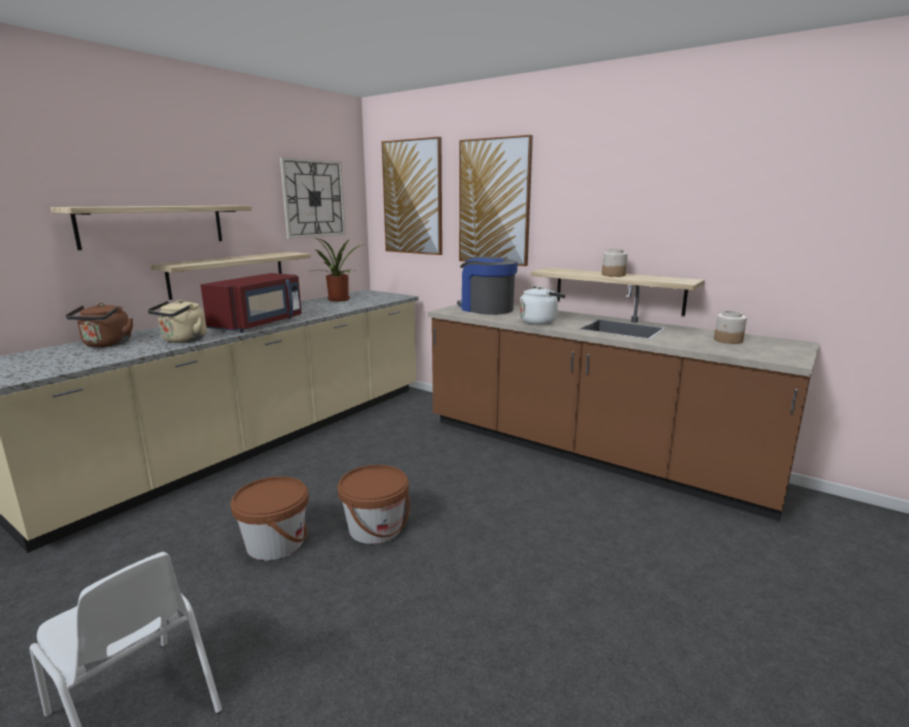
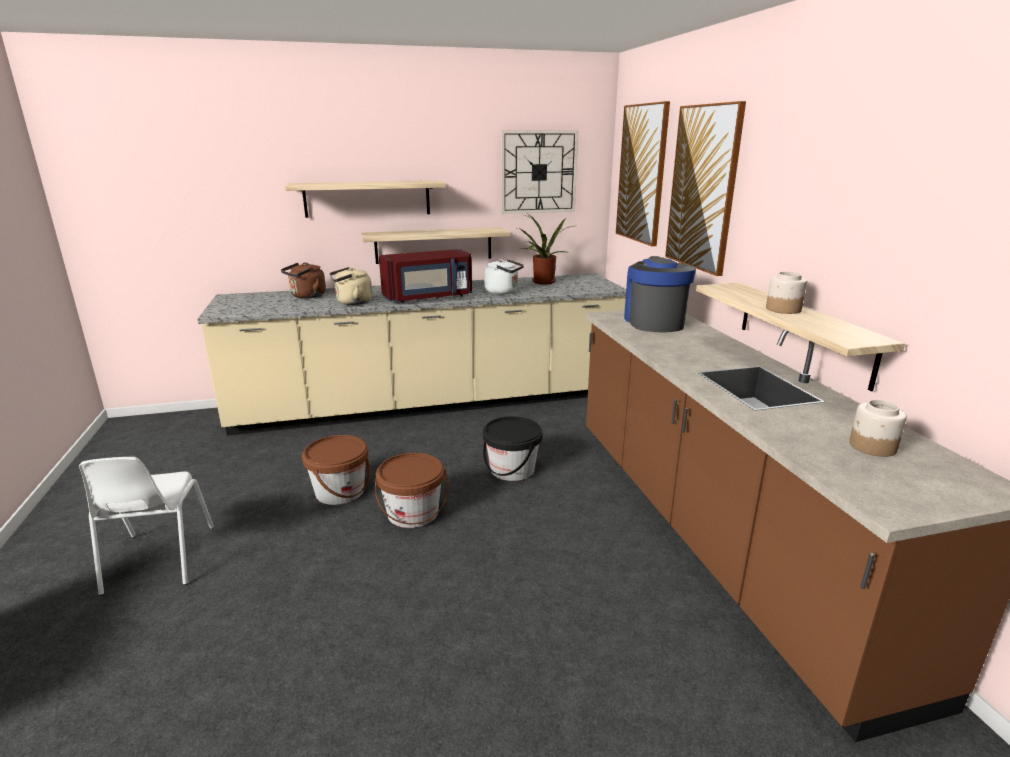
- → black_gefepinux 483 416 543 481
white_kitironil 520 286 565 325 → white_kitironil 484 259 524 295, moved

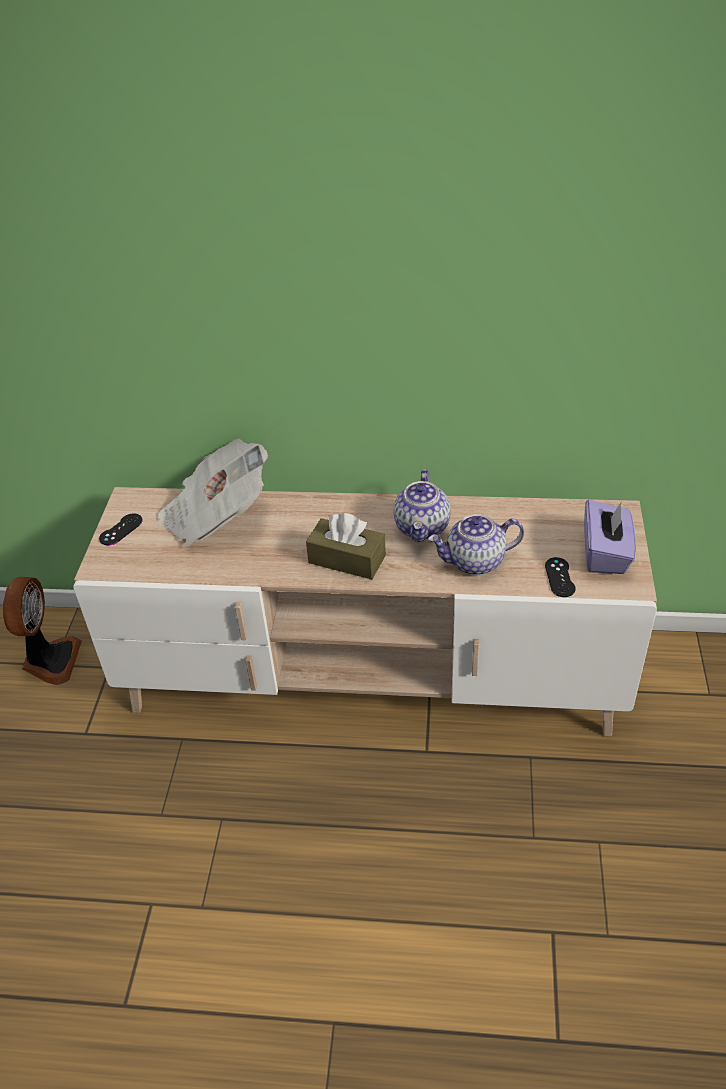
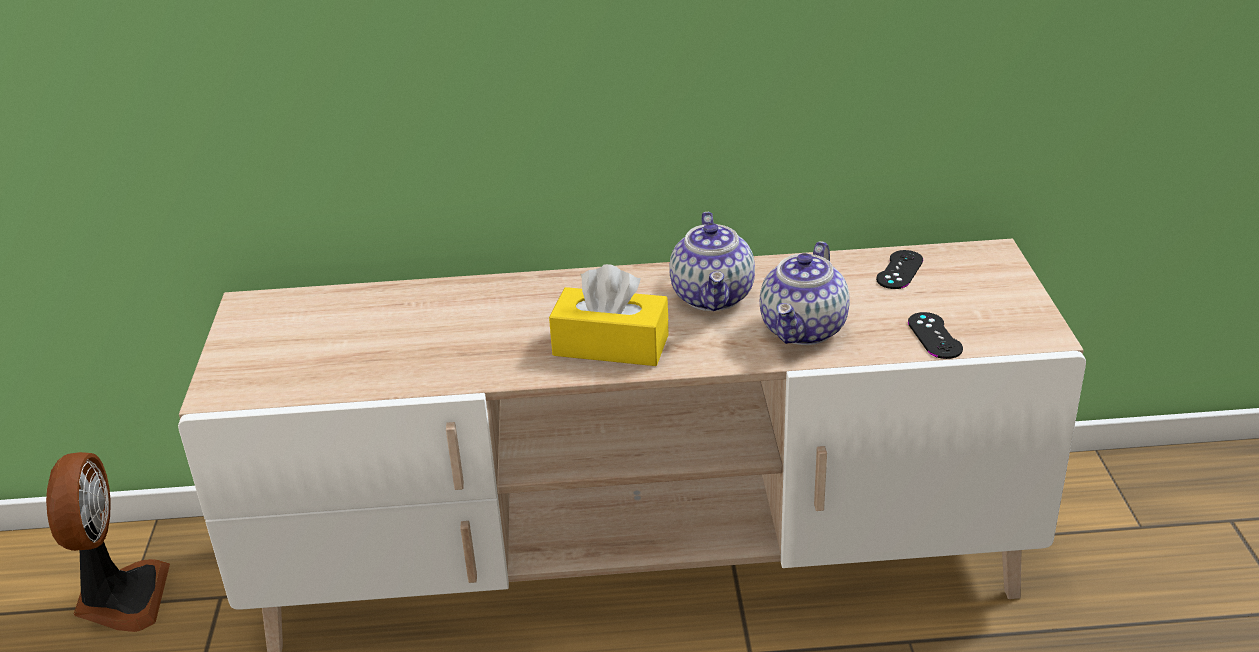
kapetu 157 439 268 547 → -
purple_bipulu 584 500 636 574 → -
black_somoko 99 513 143 545 → black_somoko 876 250 923 289, moved
brown_bipulu 306 513 386 579 → yellow_bipulu 549 264 669 366
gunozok 428 514 524 575 → gunozok 760 241 850 345, 45 degrees counterclockwise

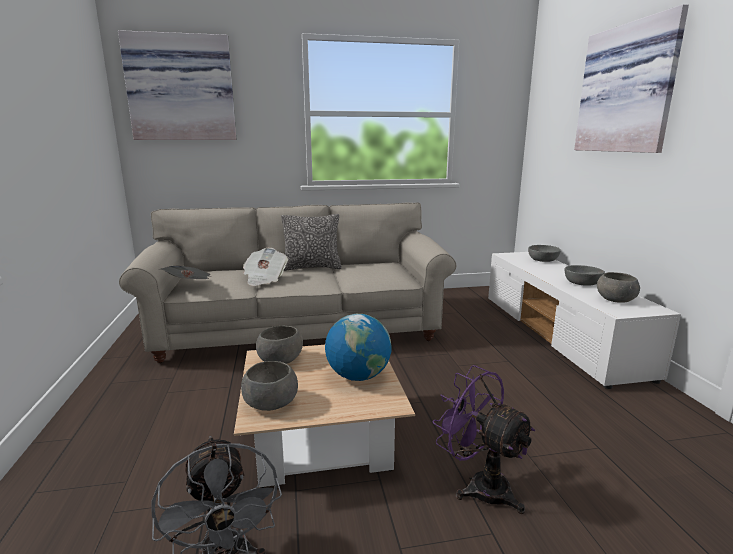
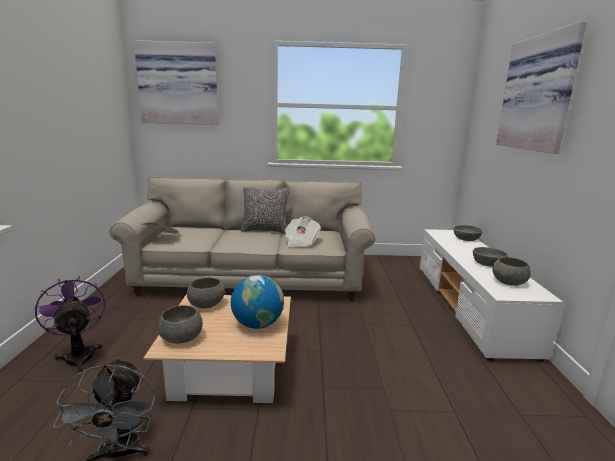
kapetu 243 248 288 286 → kapetu 285 216 321 247, moved
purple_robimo 432 365 535 514 → purple_robimo 35 276 105 372, moved

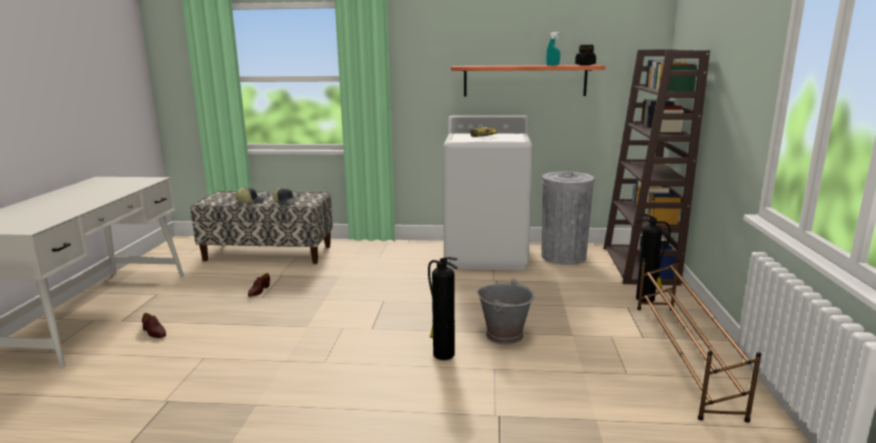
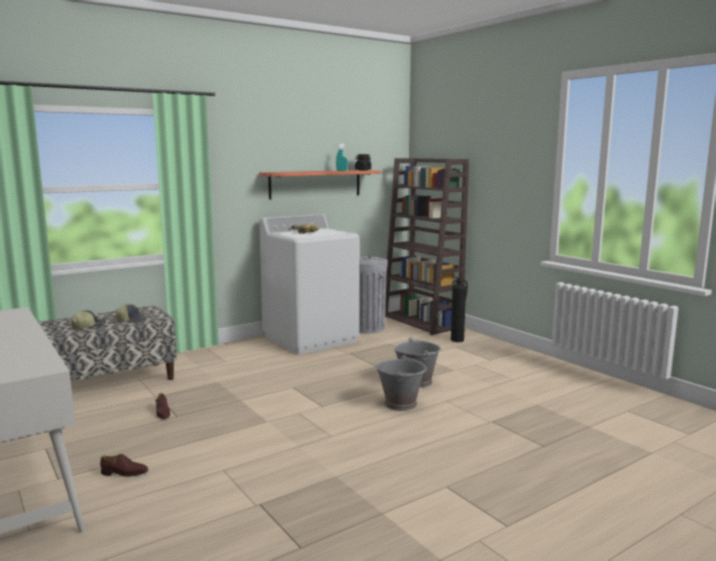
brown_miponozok 637 259 761 423 → -
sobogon 428 257 458 360 → grey_gefepinux 375 354 426 411

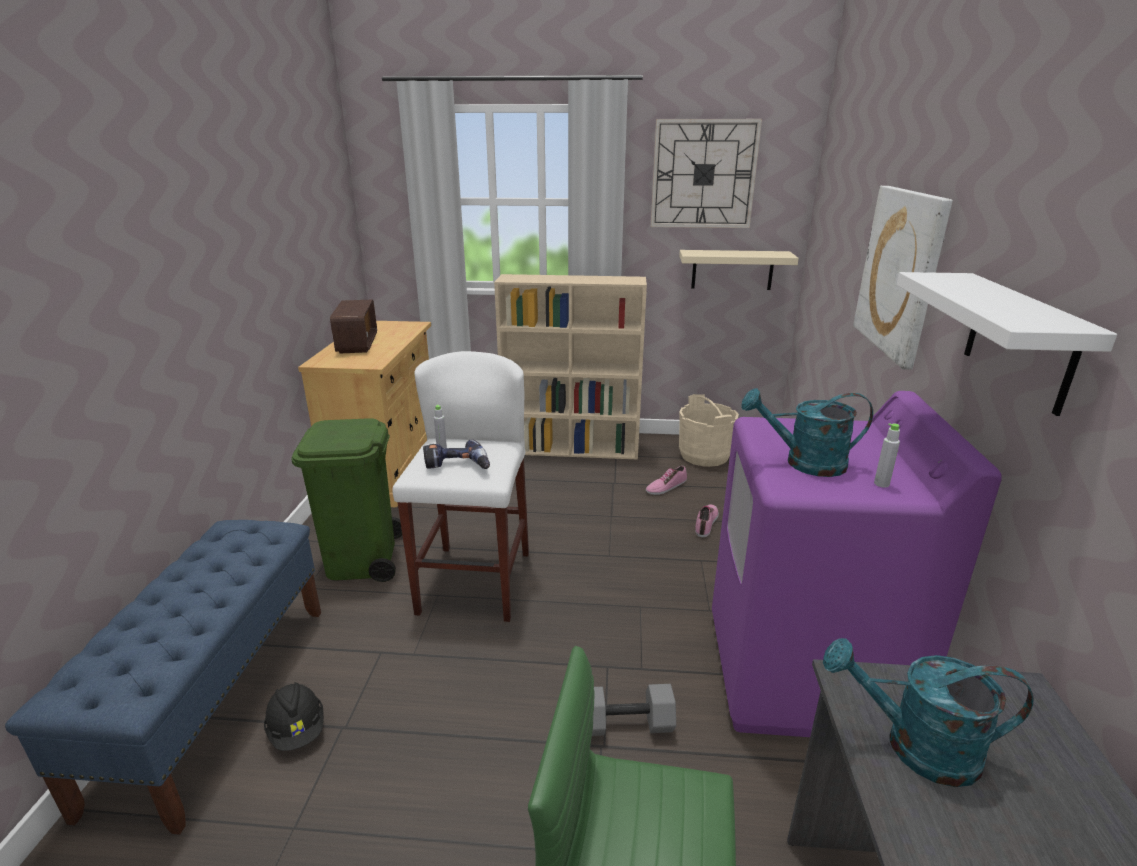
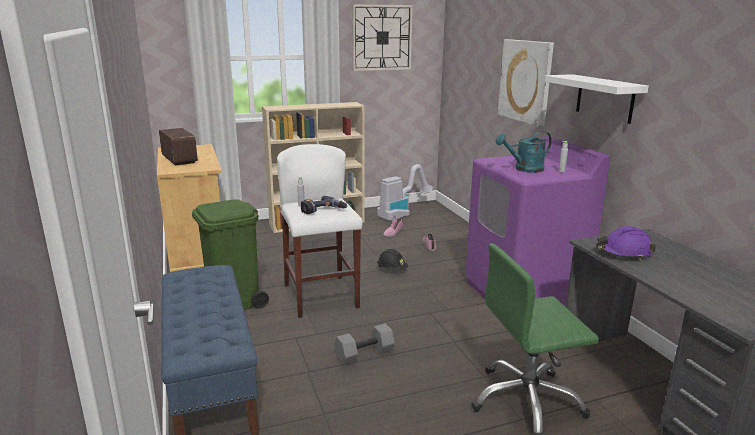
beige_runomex 679 250 799 290 → -
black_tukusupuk 264 682 324 751 → black_tukusupuk 377 249 408 271, moved
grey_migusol 592 684 676 736 → grey_migusol 334 323 395 365, moved
beige_gefepinux 679 394 739 467 → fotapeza 377 164 433 222
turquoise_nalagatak 823 638 1034 787 → purple_tukusupuk 596 226 656 260

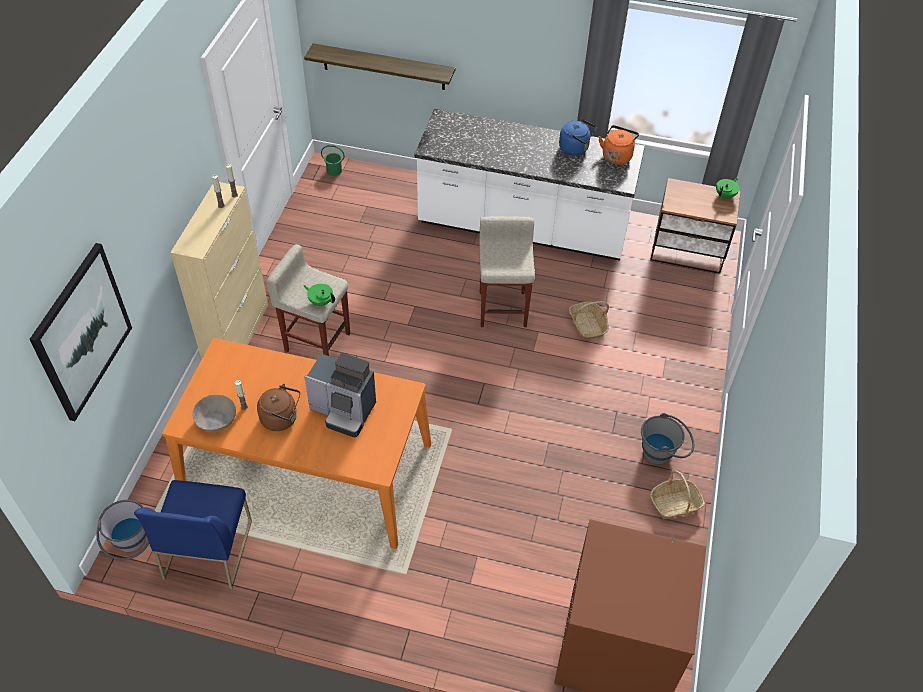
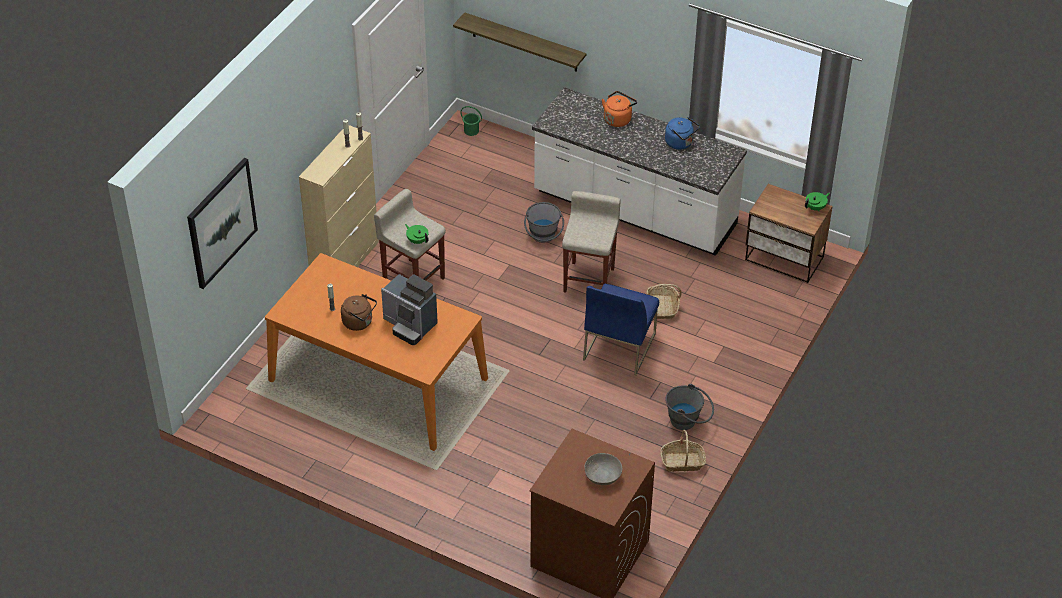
grey_gefepinux 96 500 149 560 → grey_gefepinux 524 202 564 243, moved
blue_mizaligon 134 480 252 589 → blue_mizaligon 583 284 659 375, moved
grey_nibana 192 395 236 432 → grey_nibana 585 453 622 485, moved
orange_kitironil 599 125 639 165 → orange_kitironil 602 91 637 127, moved

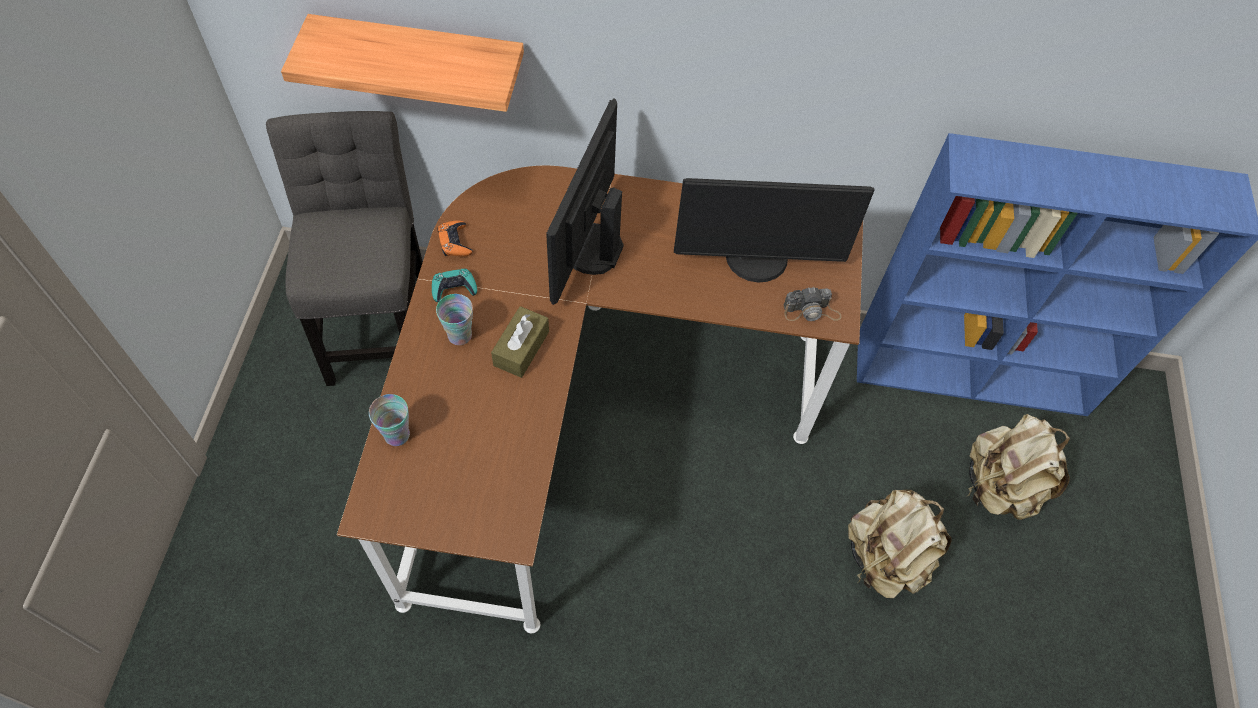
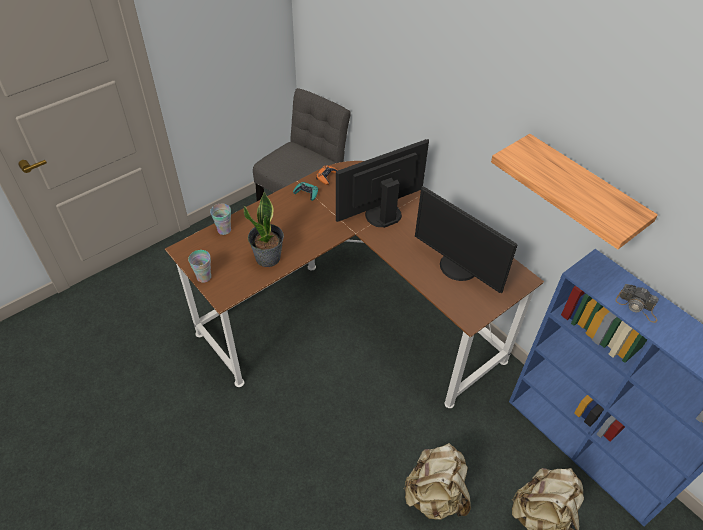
brown_bipulu 491 306 549 378 → -
- → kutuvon 244 191 284 267
runomex 281 14 524 112 → runomex 491 134 658 250, moved
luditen 436 294 473 345 → luditen 188 250 211 283, moved
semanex 784 287 842 321 → semanex 616 284 659 323, moved

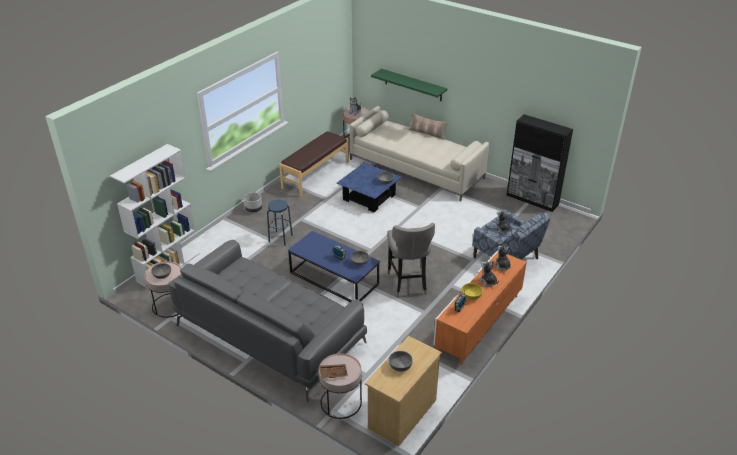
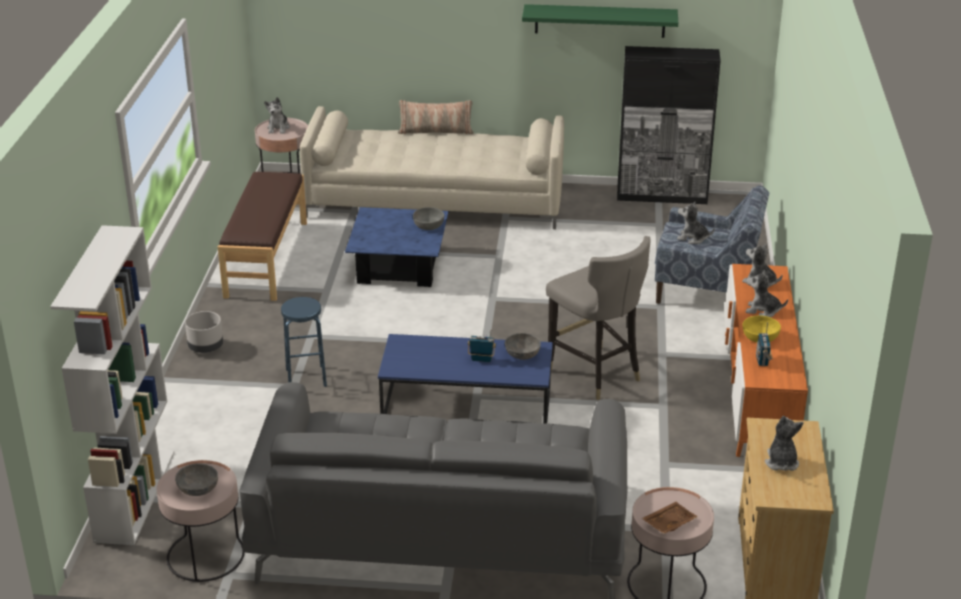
green_runomex 371 69 447 101 → green_runomex 522 4 678 38, moved
grey_nibana 389 351 413 372 → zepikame 765 416 804 471

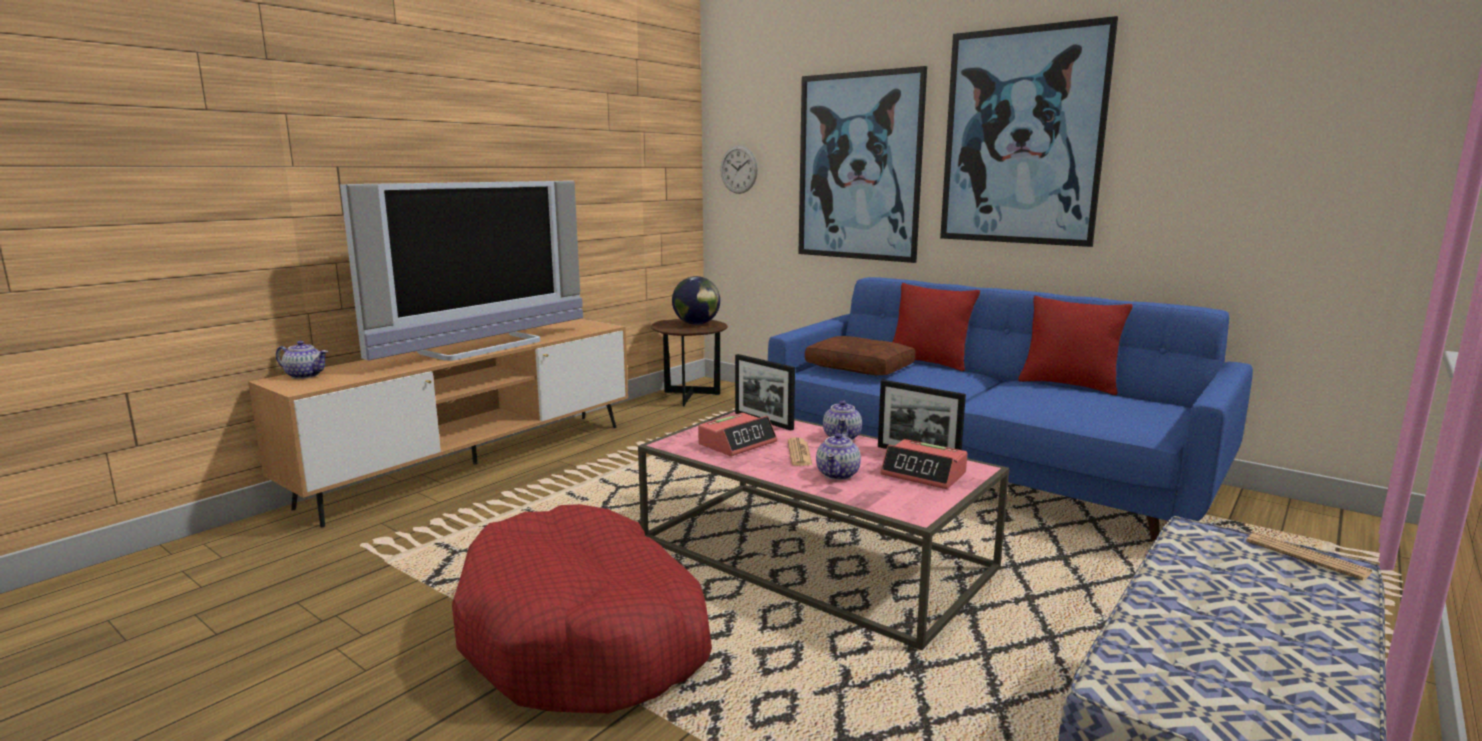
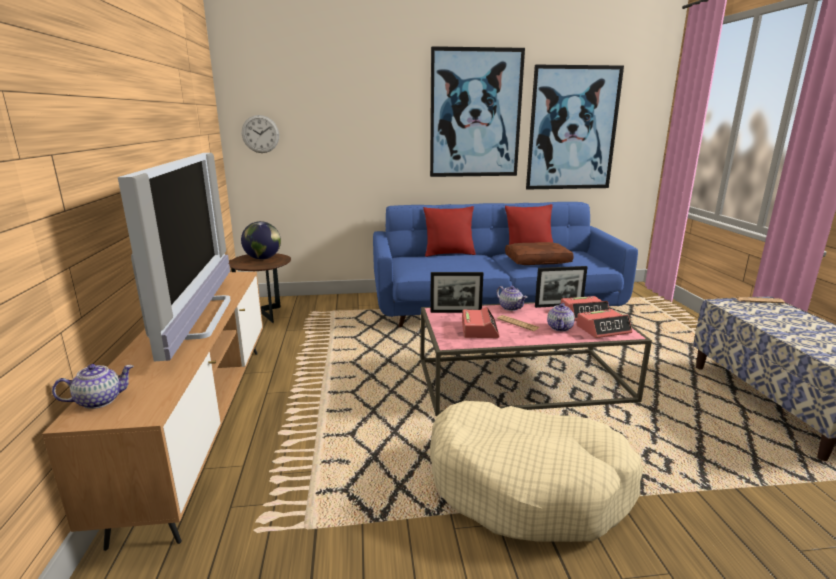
- → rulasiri 576 309 632 338
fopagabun 799 66 927 263 → fopagabun 526 65 624 189, moved
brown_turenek 805 336 915 375 → brown_turenek 505 242 574 265, moved
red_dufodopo 452 504 712 713 → beige_dufodopo 430 401 643 542
gunozok 816 432 861 480 → gunozok 547 303 575 332, 45 degrees clockwise

